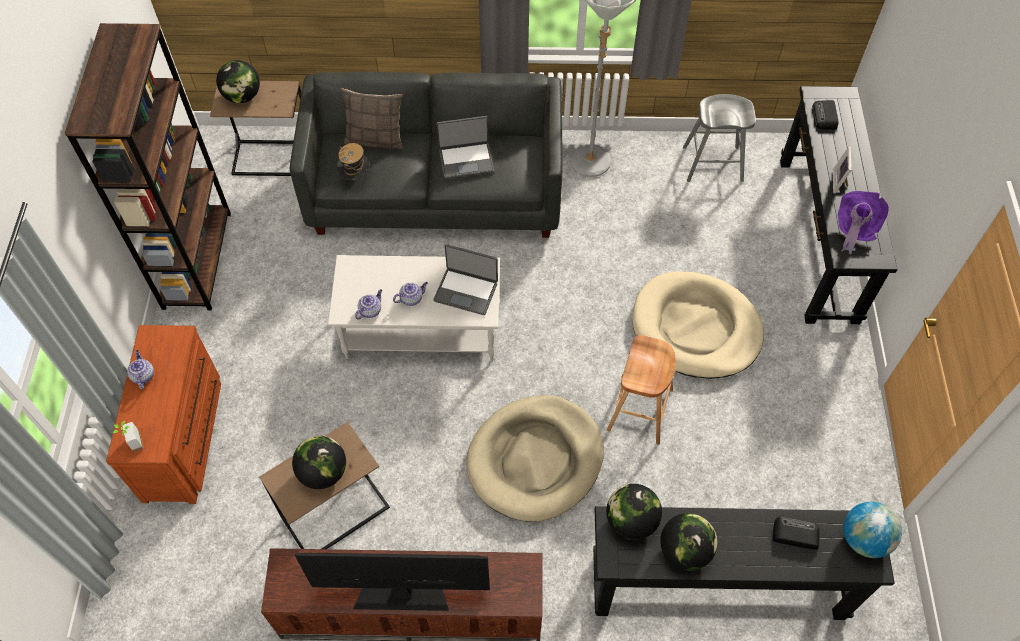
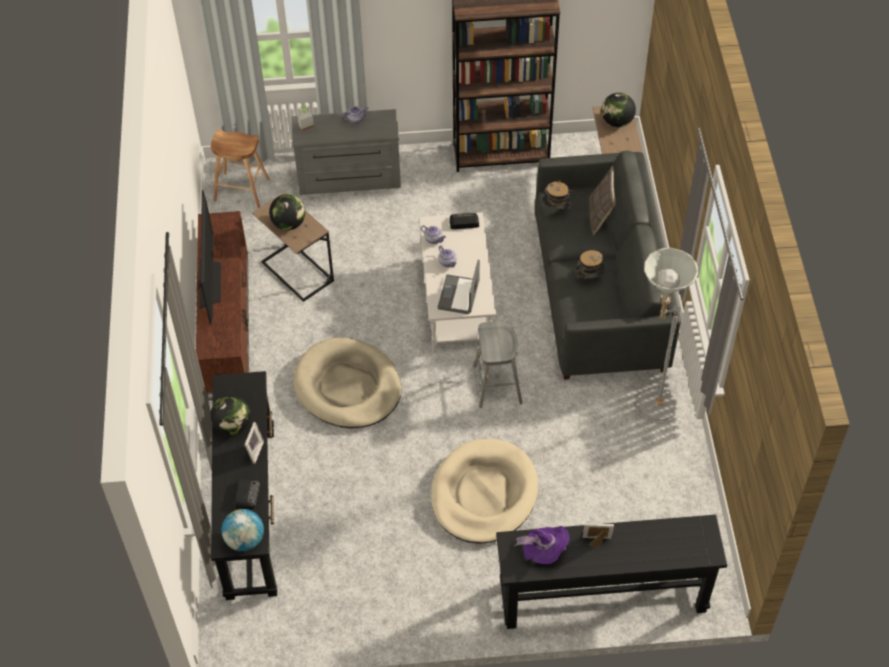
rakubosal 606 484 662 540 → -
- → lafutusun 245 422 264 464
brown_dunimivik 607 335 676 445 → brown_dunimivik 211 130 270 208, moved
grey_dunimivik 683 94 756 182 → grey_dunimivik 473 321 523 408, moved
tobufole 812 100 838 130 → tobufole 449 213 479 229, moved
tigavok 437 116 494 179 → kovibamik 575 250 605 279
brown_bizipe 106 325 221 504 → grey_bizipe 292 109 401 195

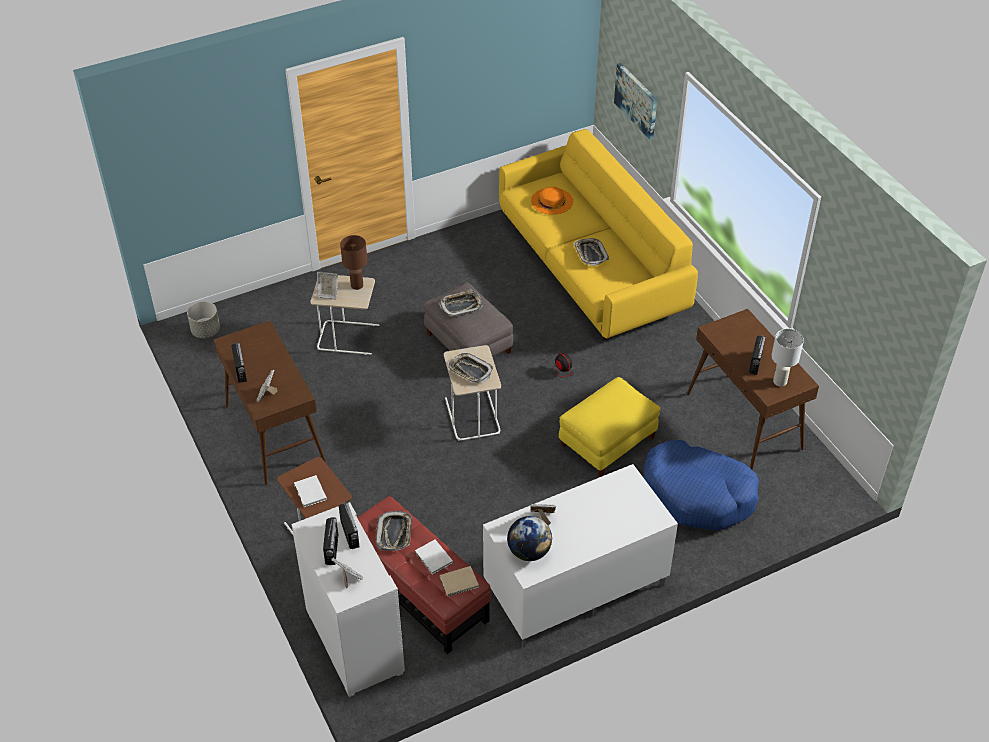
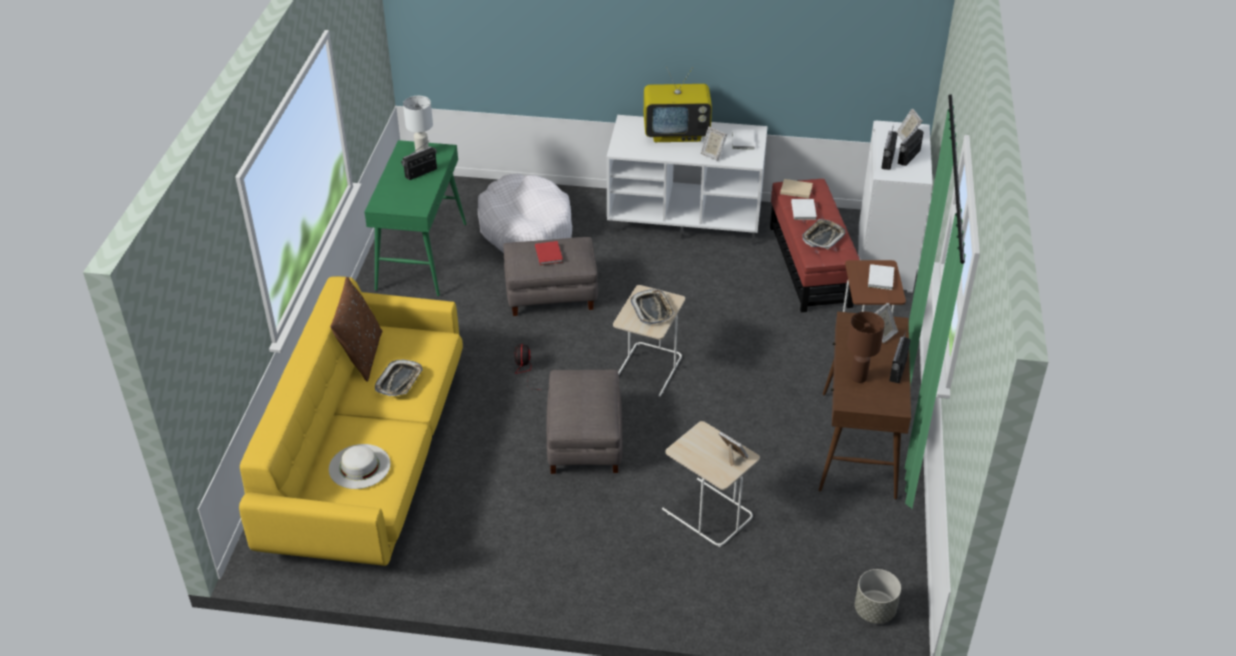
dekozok 439 289 483 317 → -
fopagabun 614 63 657 140 → -
- → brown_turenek 330 277 382 382
- → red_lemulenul 535 241 563 265
- → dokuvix 644 67 712 142
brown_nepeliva 340 235 367 290 → brown_nepeliva 847 312 885 383, moved
rakubosal 507 516 552 561 → white_lemulenul 732 130 755 150
orange_kovibamik 531 187 573 215 → white_kovibamik 329 444 391 489
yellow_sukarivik 559 377 660 477 → grey_sukarivik 503 237 598 316
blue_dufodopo 643 440 759 531 → white_dufodopo 478 173 572 253
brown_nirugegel 687 309 819 470 → green_nirugegel 364 140 466 297

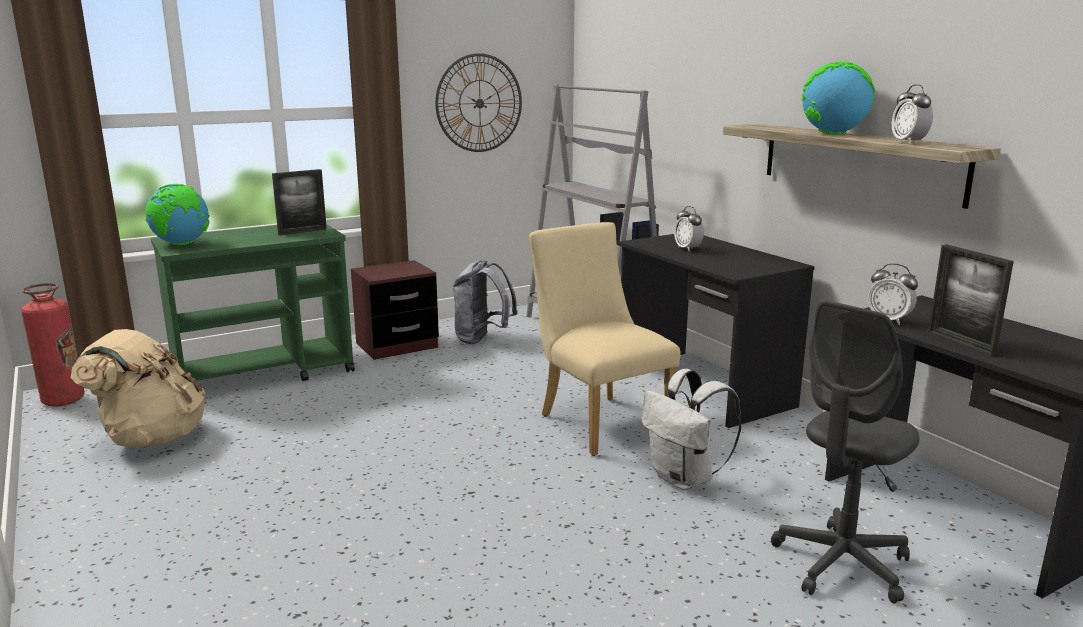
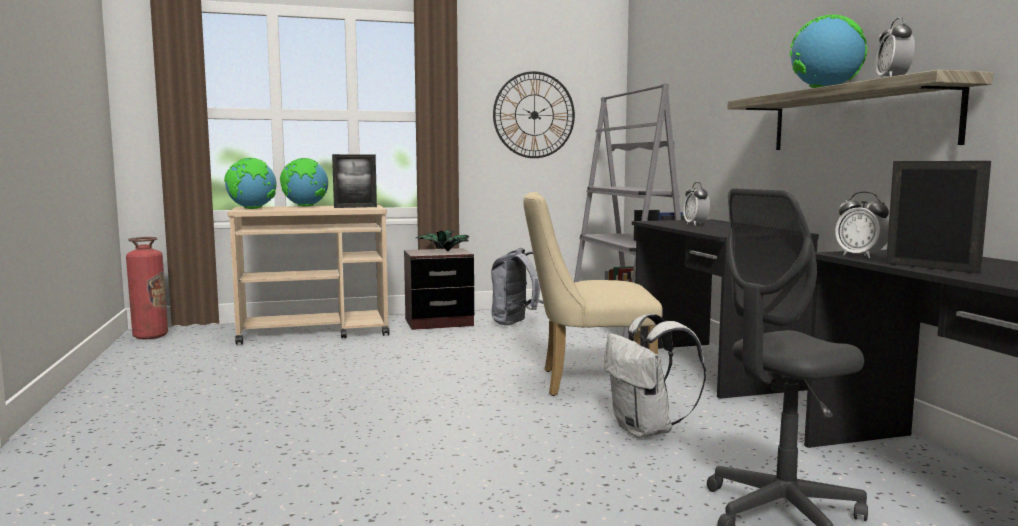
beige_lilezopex 71 329 205 448 → -
- → rakubosal 280 158 328 207
- → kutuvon 416 230 470 251
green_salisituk 151 224 355 381 → beige_salisituk 228 205 390 345
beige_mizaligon 529 222 681 456 → beige_mizaligon 523 192 663 396, 75 degrees counterclockwise
lafutusun 928 245 1014 356 → lafutusun 886 161 991 274, 150 degrees clockwise

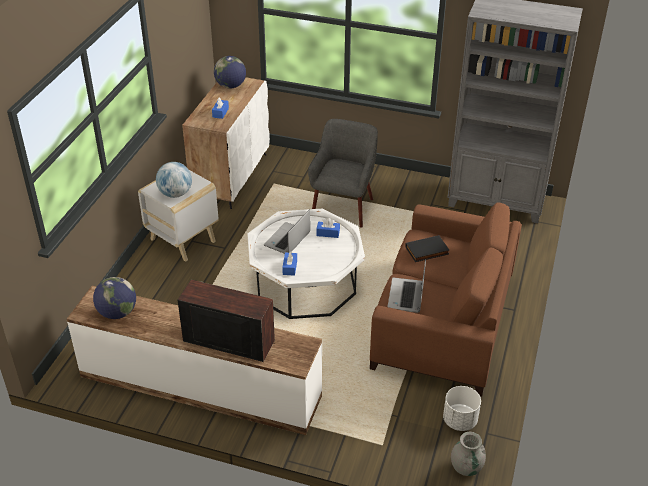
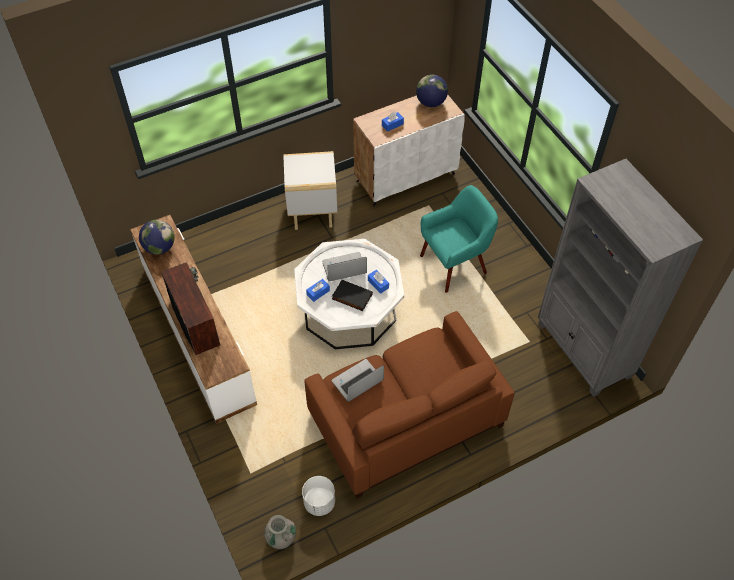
rakubosal 156 162 192 198 → -
black_lemulenul 405 235 449 262 → black_lemulenul 332 280 373 311, moved
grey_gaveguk 308 119 378 228 → turquoise_gaveguk 420 185 498 293

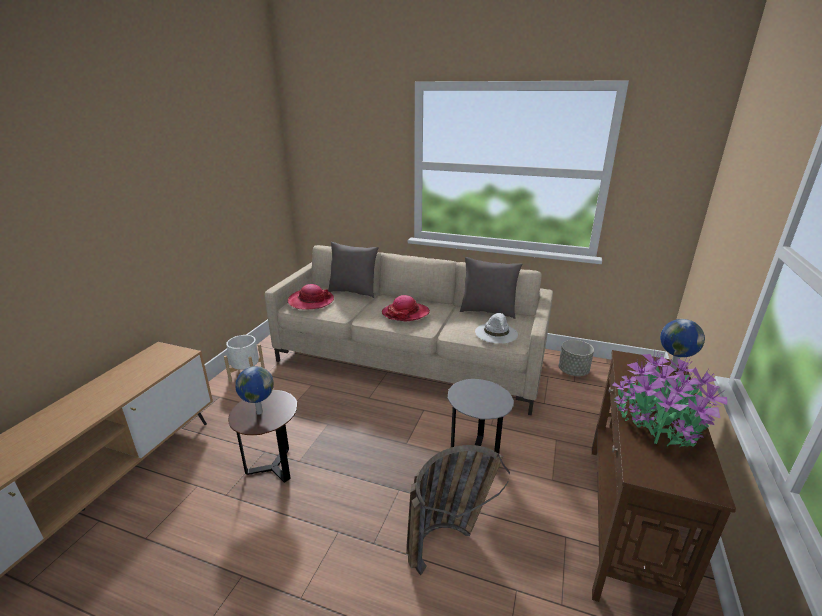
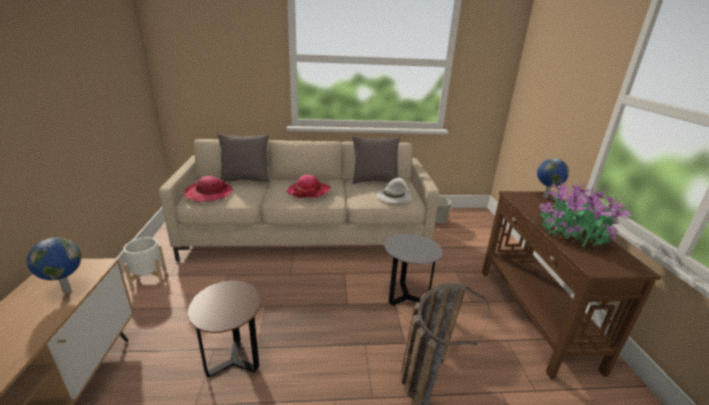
rakubosal 235 366 274 415 → rakubosal 27 237 82 294, moved

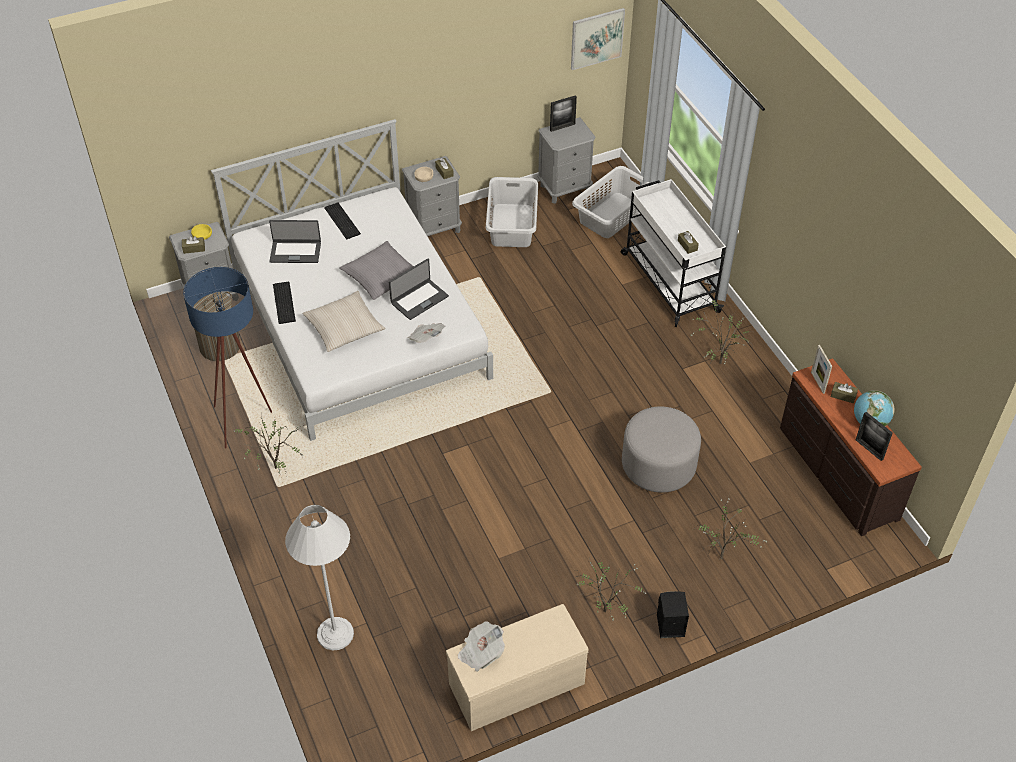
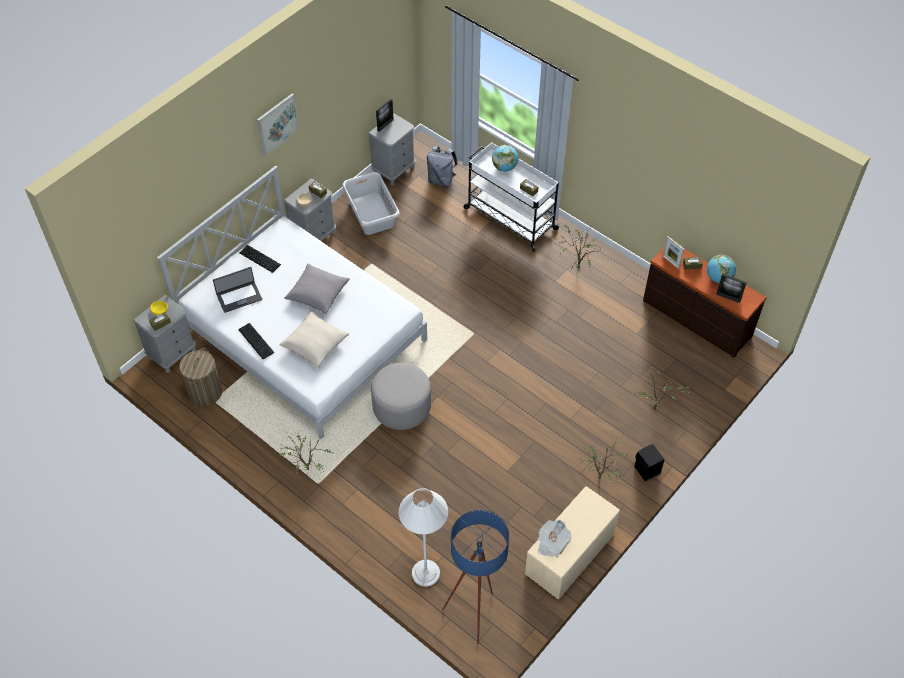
tigavok 389 259 449 320 → -
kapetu 408 323 446 343 → -
- → rakubosal 492 145 518 172
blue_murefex 183 267 272 449 → blue_murefex 442 510 509 645, moved
fopagabun 571 8 625 70 → fopagabun 257 93 299 156, moved
grey_sukarivik 622 406 701 493 → grey_sukarivik 371 363 431 430, moved
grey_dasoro 572 166 649 238 → grey_lilezopex 427 146 458 187

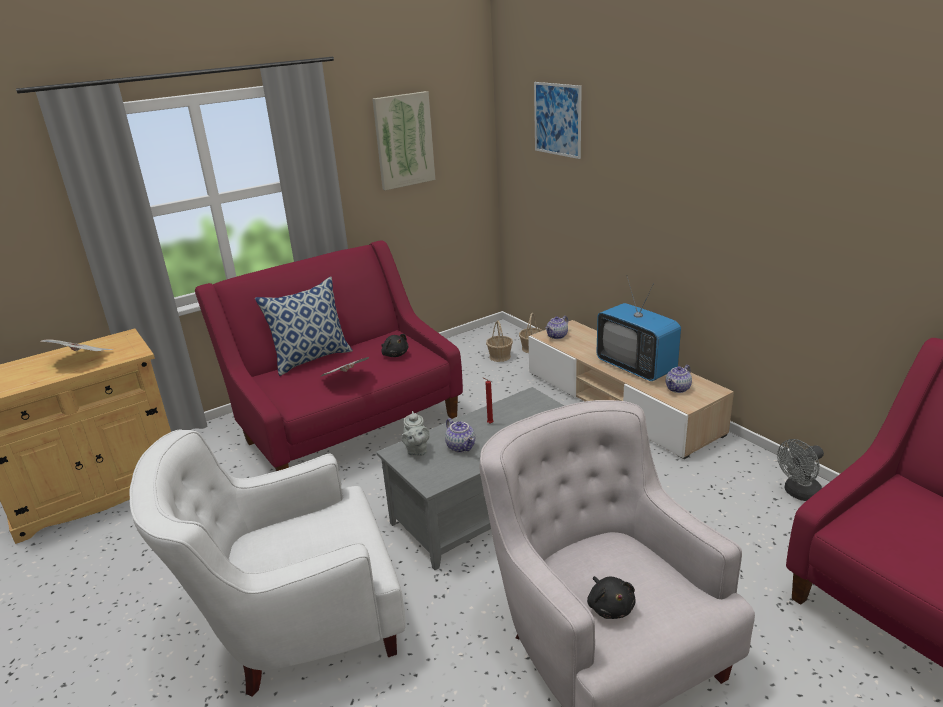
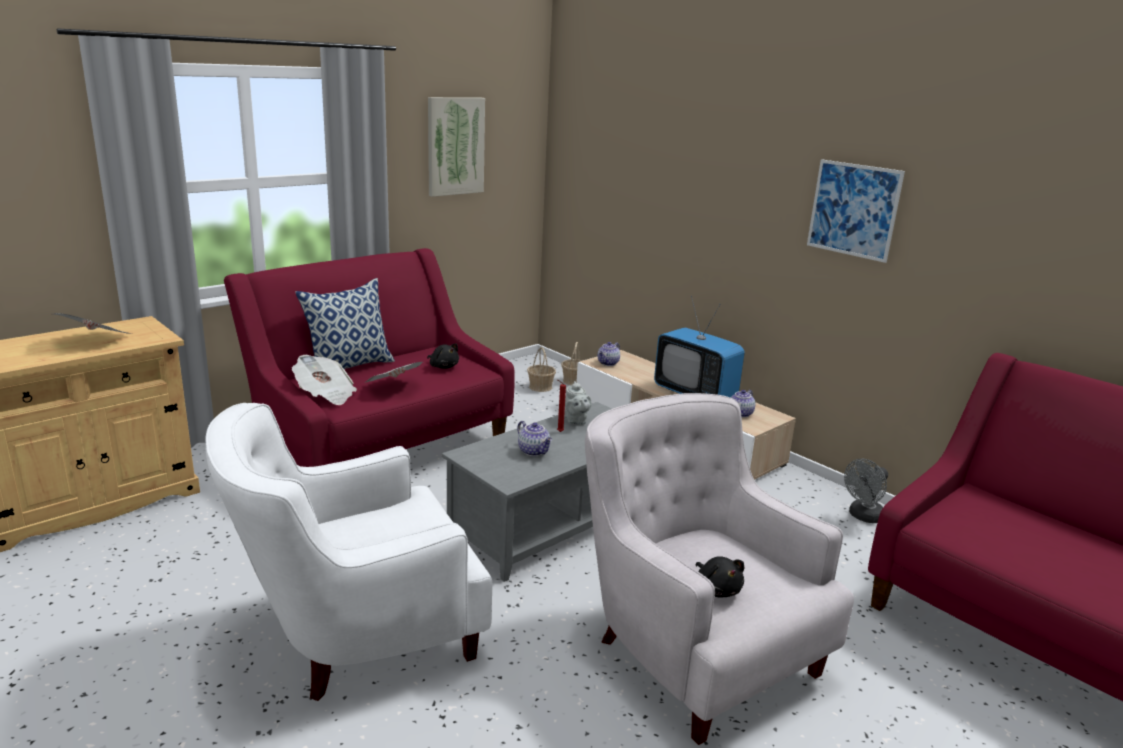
- → kapetu 292 355 357 405
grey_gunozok 401 411 430 456 → grey_gunozok 564 381 592 425, moved
fopagabun 534 82 582 159 → fopagabun 807 159 905 263, moved

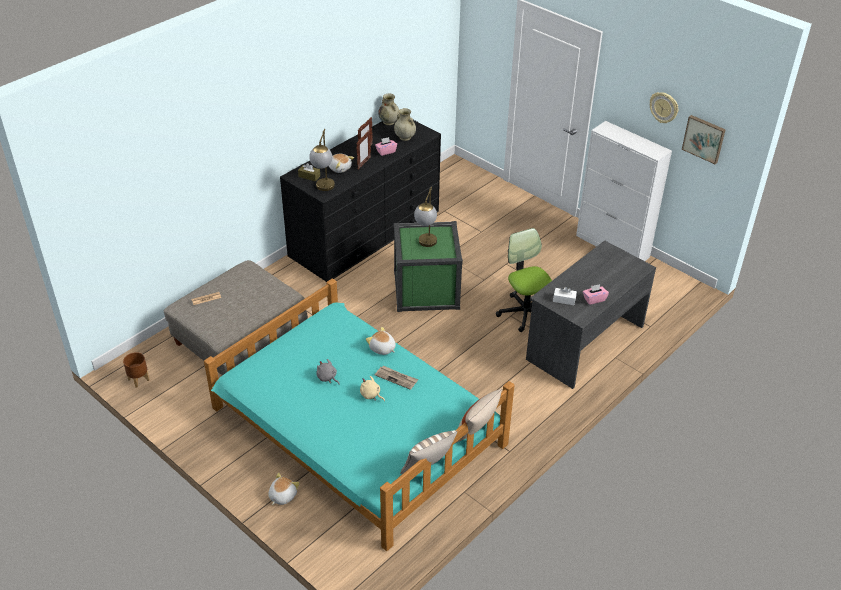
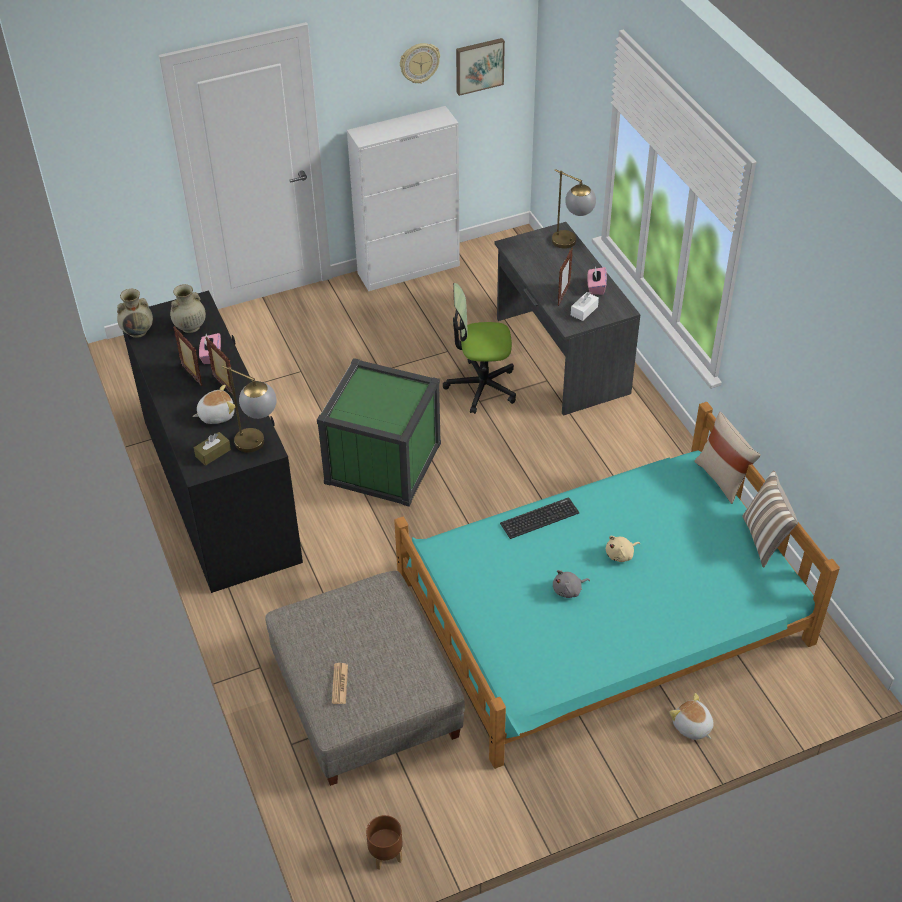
kapetu 375 366 418 390 → -
- → lafutusun 558 248 573 306
nepeliva 414 186 437 247 → nepeliva 552 169 596 249, moved
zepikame 366 327 396 355 → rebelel 500 497 579 539

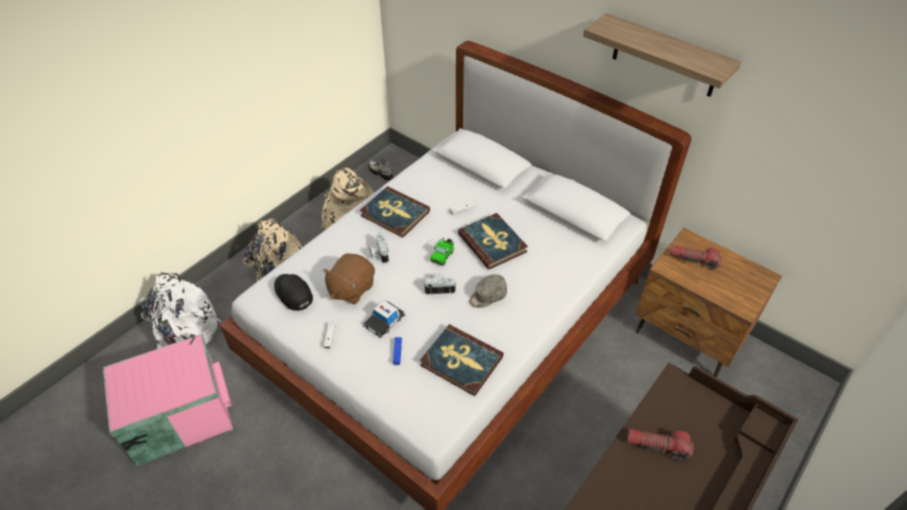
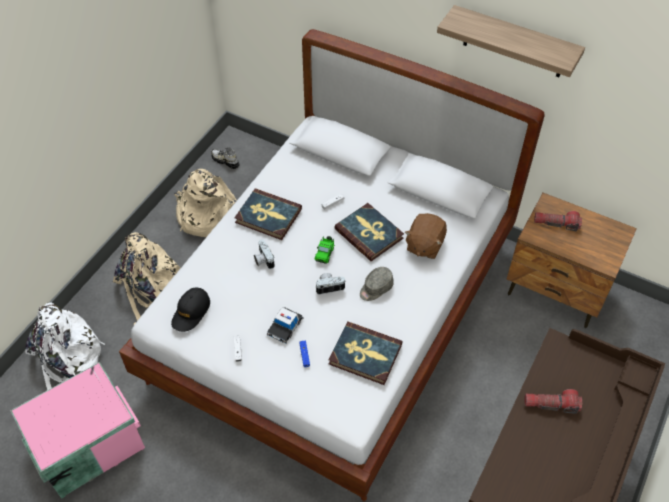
brown_zepikame 323 253 375 304 → brown_zepikame 405 213 447 259, moved
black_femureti 274 274 313 311 → black_femureti 171 288 210 332, 105 degrees counterclockwise

